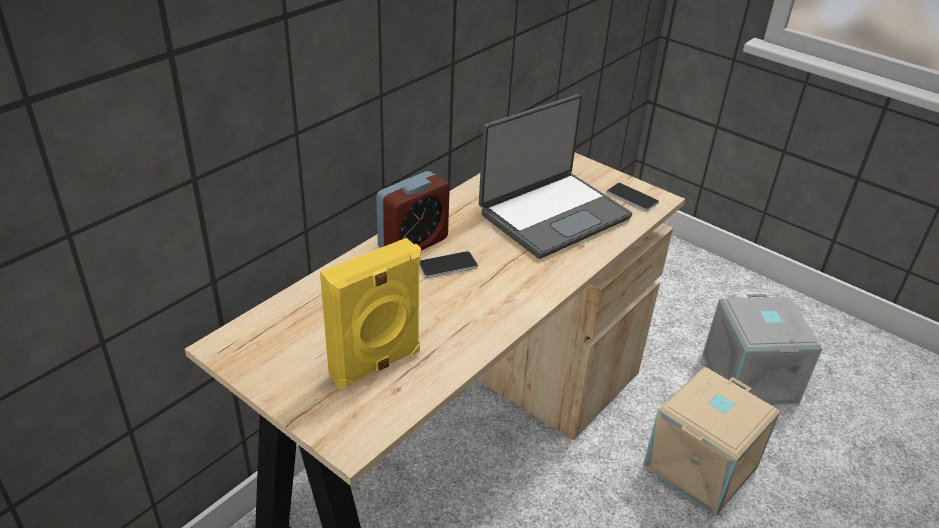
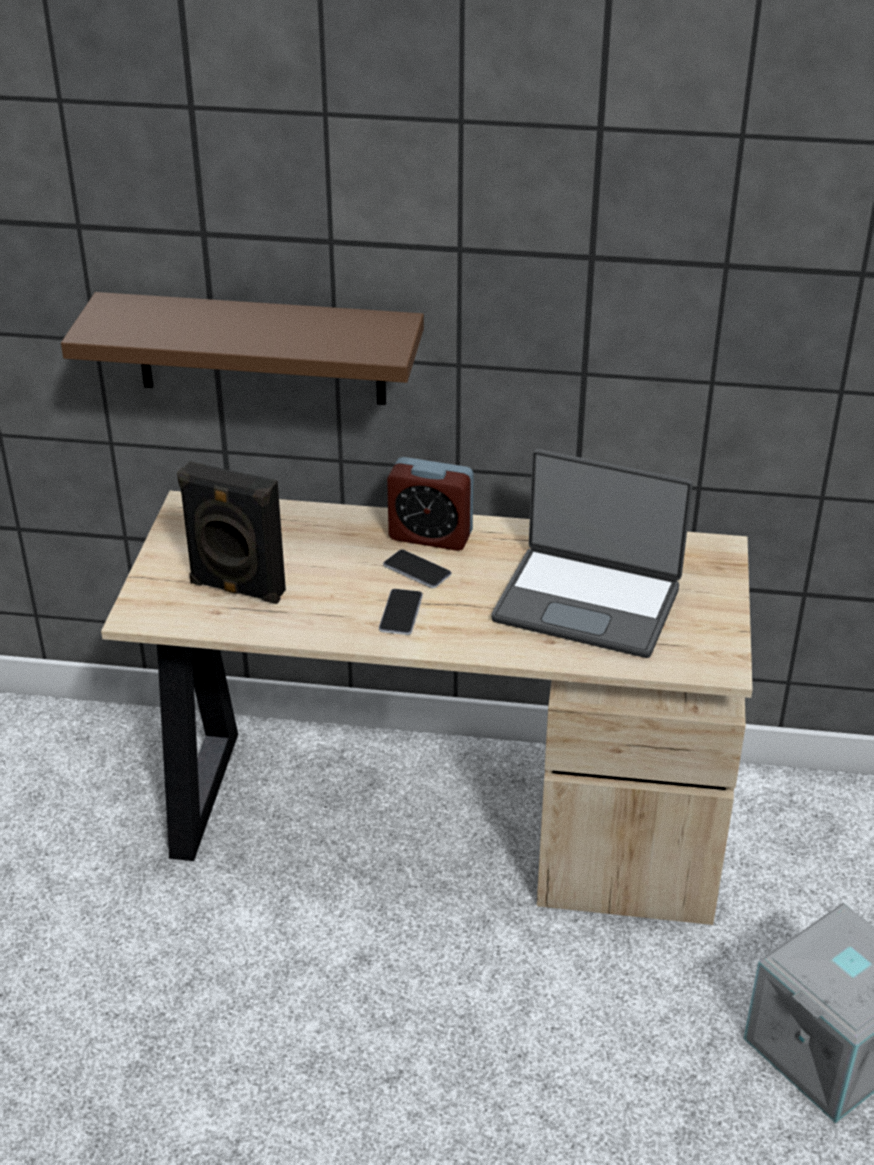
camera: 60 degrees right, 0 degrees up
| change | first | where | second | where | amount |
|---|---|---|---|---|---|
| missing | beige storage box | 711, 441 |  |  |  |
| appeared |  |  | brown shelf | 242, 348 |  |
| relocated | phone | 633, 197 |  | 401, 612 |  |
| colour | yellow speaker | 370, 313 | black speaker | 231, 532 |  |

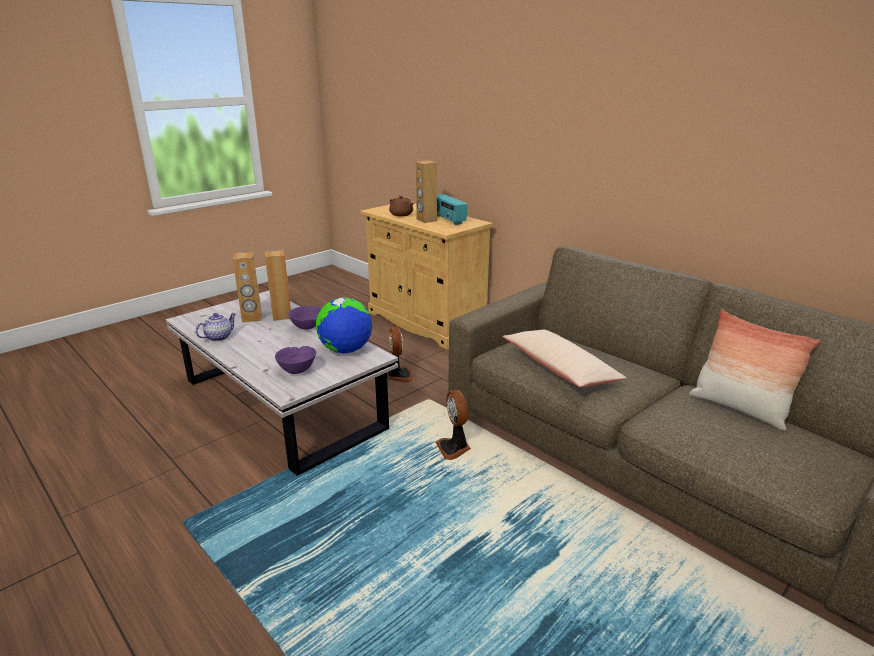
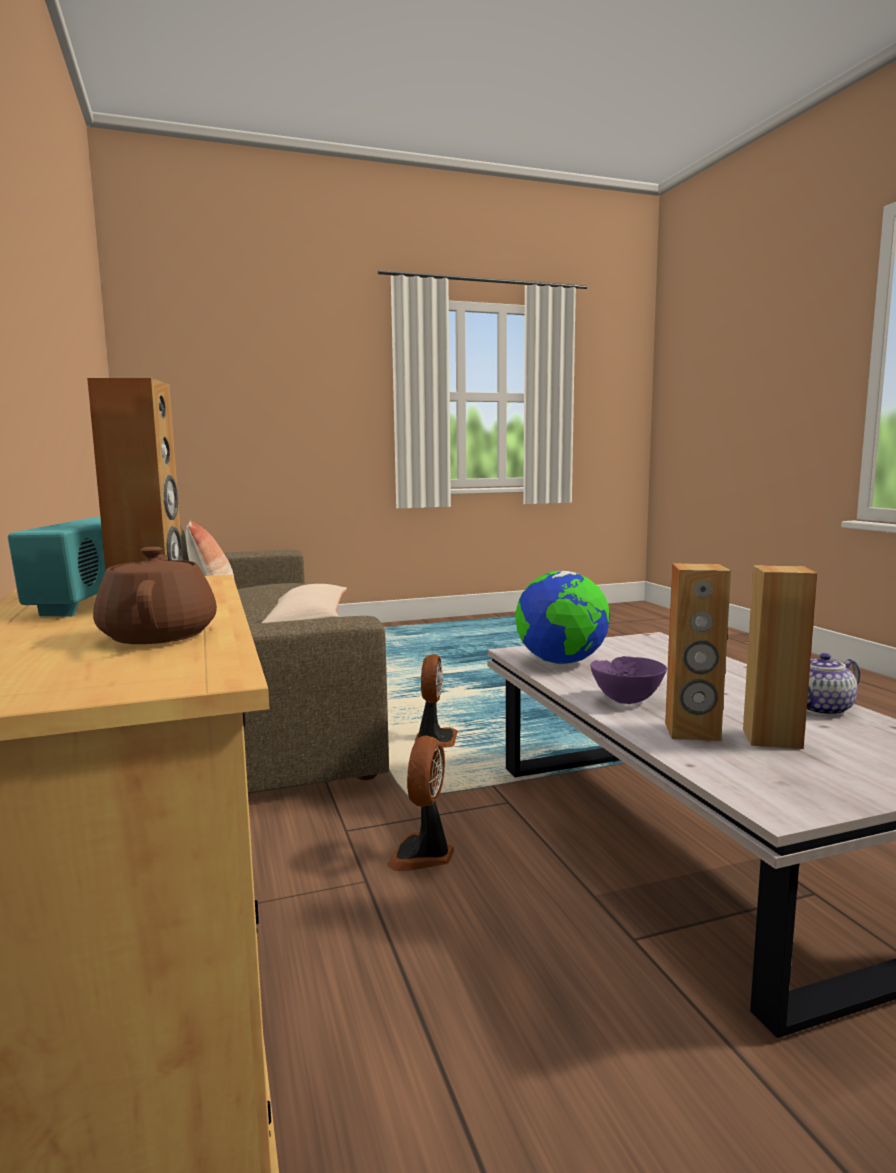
camera: 155 degrees left, 15 degrees down
| change | first | where | second | where | amount |
|---|---|---|---|---|---|
| missing | purple bowl | 295, 360 |  |  |  |

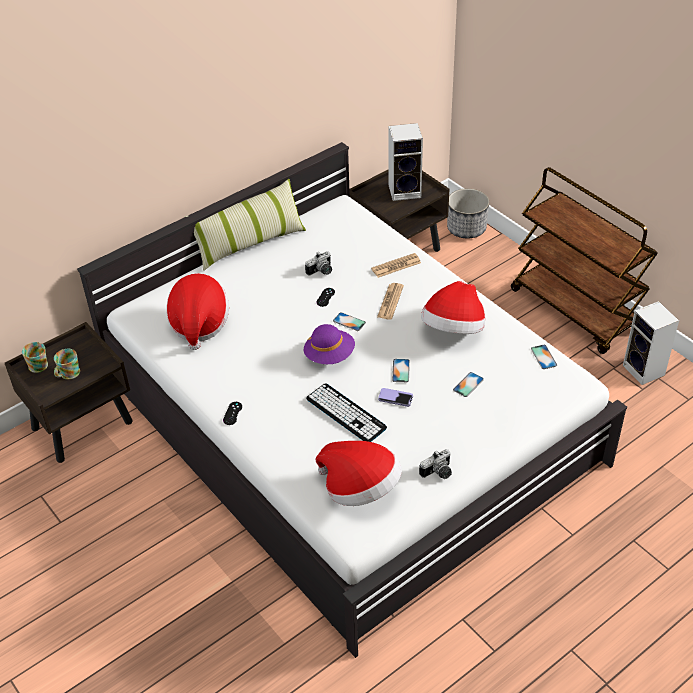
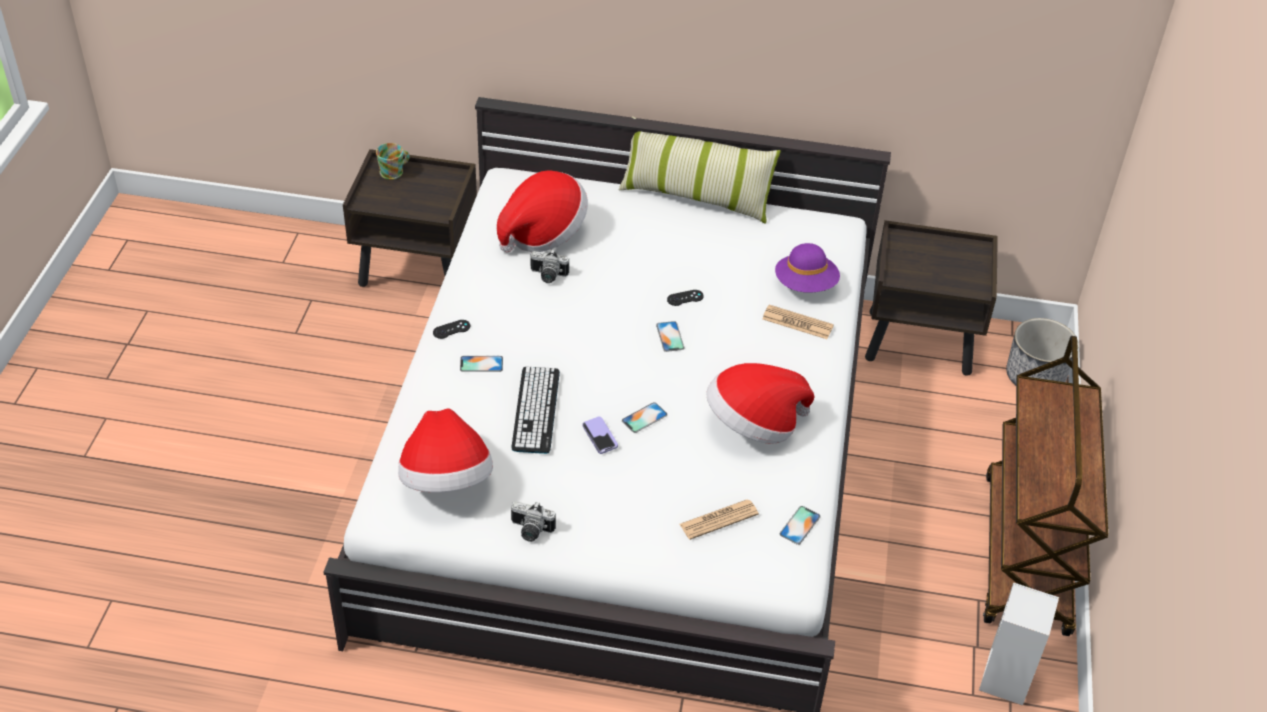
camera: 45 degrees right, 0 degrees up
| change | first | where | second | where | amount |
|---|---|---|---|---|---|
| missing | mug | 67, 364 |  |  |  |
| missing | speaker | 406, 162 |  |  |  |
| relocated | purple hat | 329, 344 |  | 807, 268 |  |
| relocated | photo camera | 318, 263 |  | 549, 266 |  |
| relocated | newspaper | 390, 301 |  | 719, 519 |  |
| relocated | phone | 468, 384 |  | 481, 364 |  |

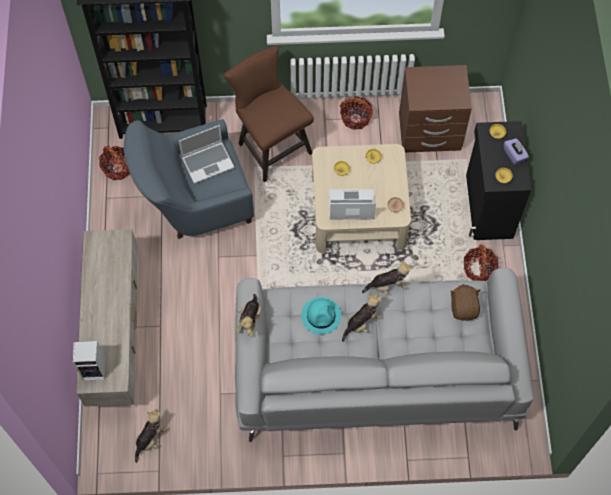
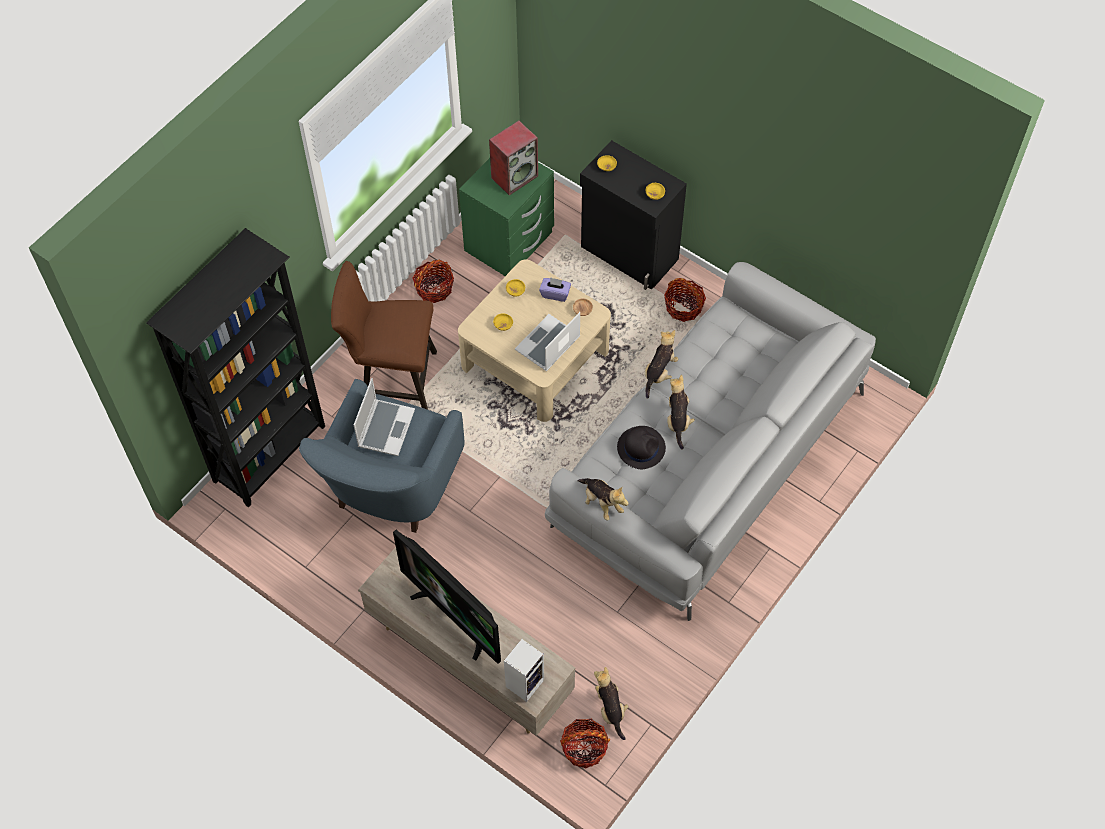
camera: 50 degrees left, 5 degrees down
| change | first | where | second | where | amount |
|---|---|---|---|---|---|
| missing | brown plush toy | 465, 302 |  |  |  |
| appeared |  |  | television | 447, 597 |  |
| appeared |  |  | speaker | 513, 158 |  |
| relocated | basket | 114, 162 |  | 585, 743 |  |
| relocated | purple tissue box | 516, 151 |  | 555, 289 |  |
| colour | turquoise hat | 321, 315 | black hat | 641, 447 |  |
| colour | brown nightstand | 435, 109 | green nightstand | 506, 217 |  |

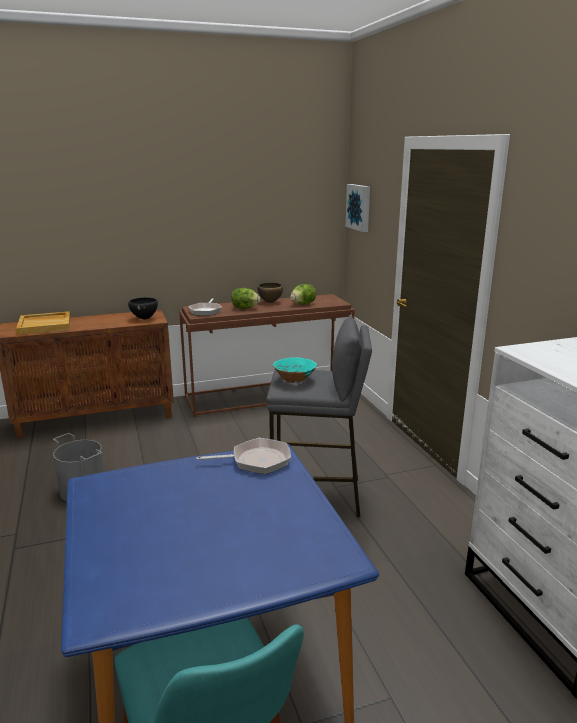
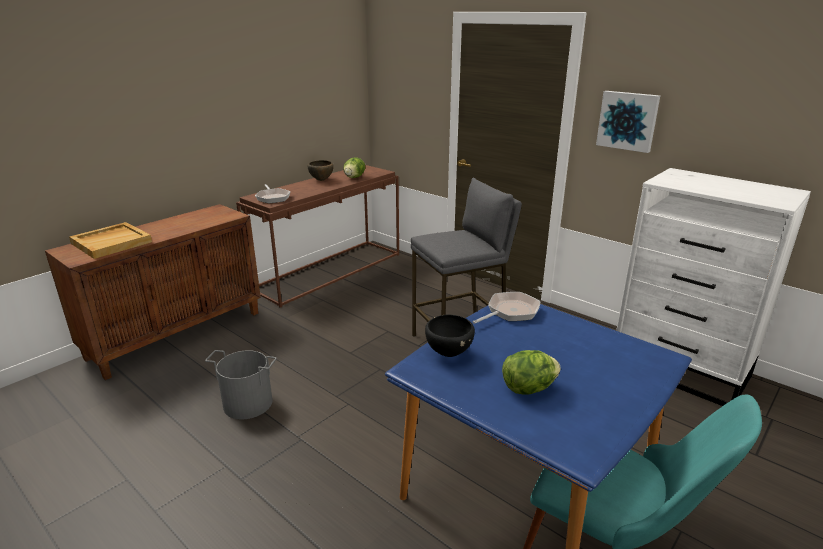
camera: 30 degrees left, 5 degrees up
| change | first | where | second | where | amount |
|---|---|---|---|---|---|
| missing | turquoise bowl | 295, 370 |  |  |  |
| relocated | black bowl | 143, 308 |  | 450, 335 |  |
| relocated | lettuce | 246, 298 |  | 531, 372 |  |
| relocated | picture | 358, 208 |  | 628, 122 |  |

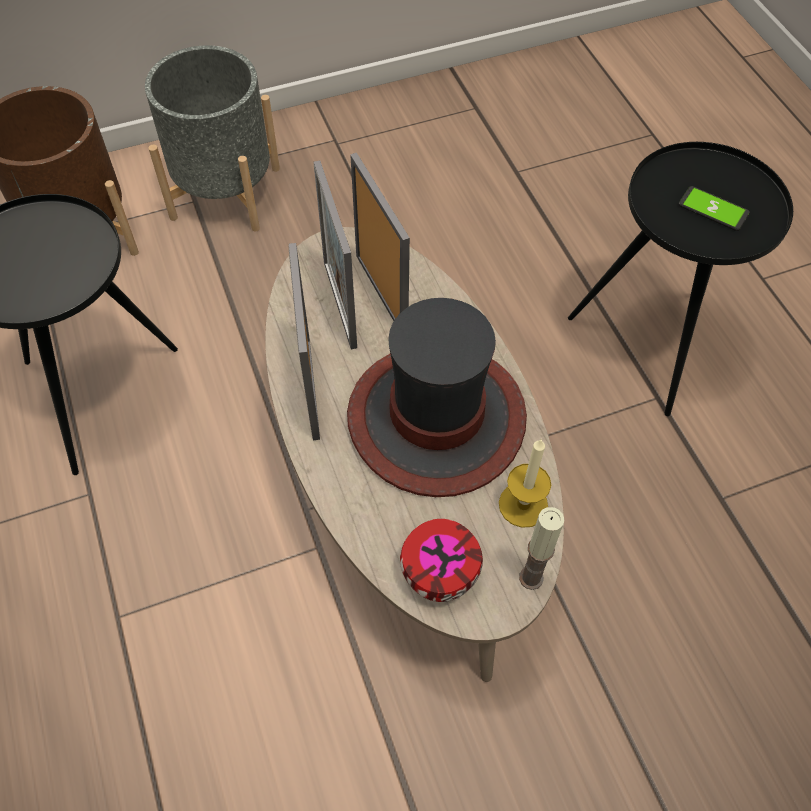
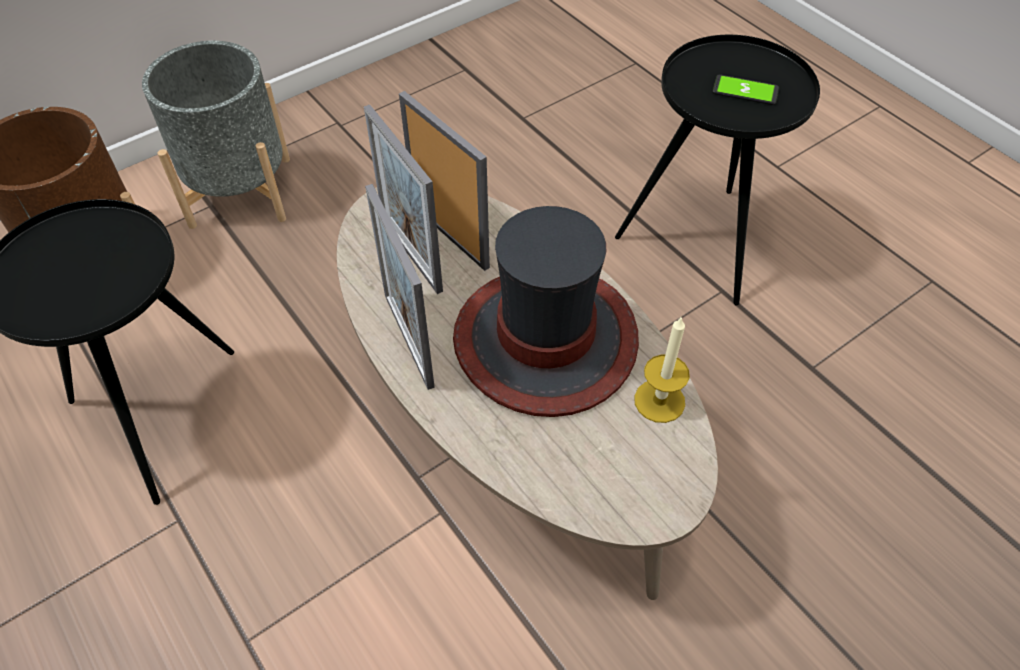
camera: 15 degrees left, 5 degrees down
| change | first | where | second | where | amount |
|---|---|---|---|---|---|
| missing | bowl | 441, 560 |  |  |  |
| missing | candle | 541, 548 |  |  |  |

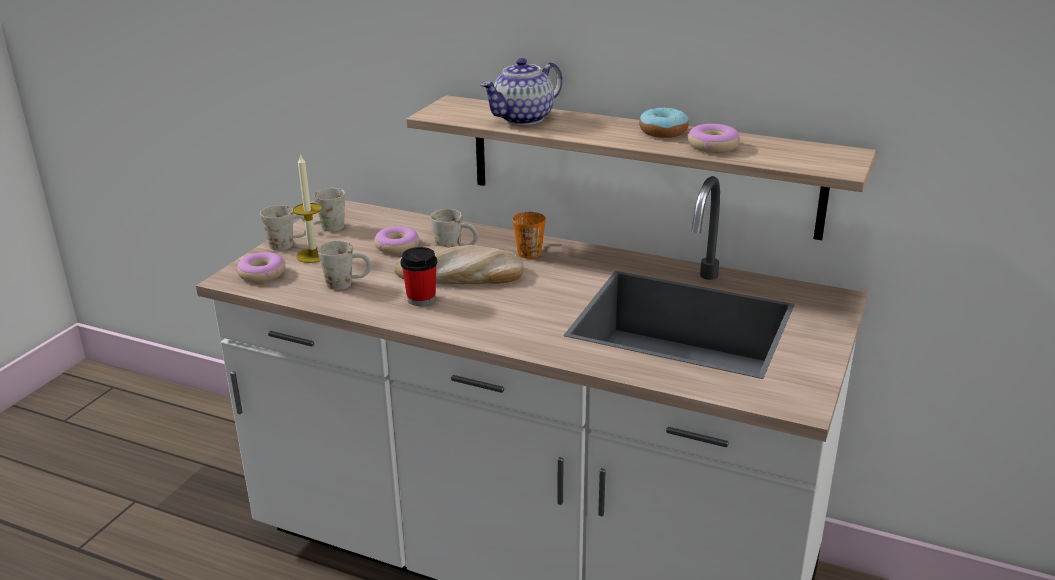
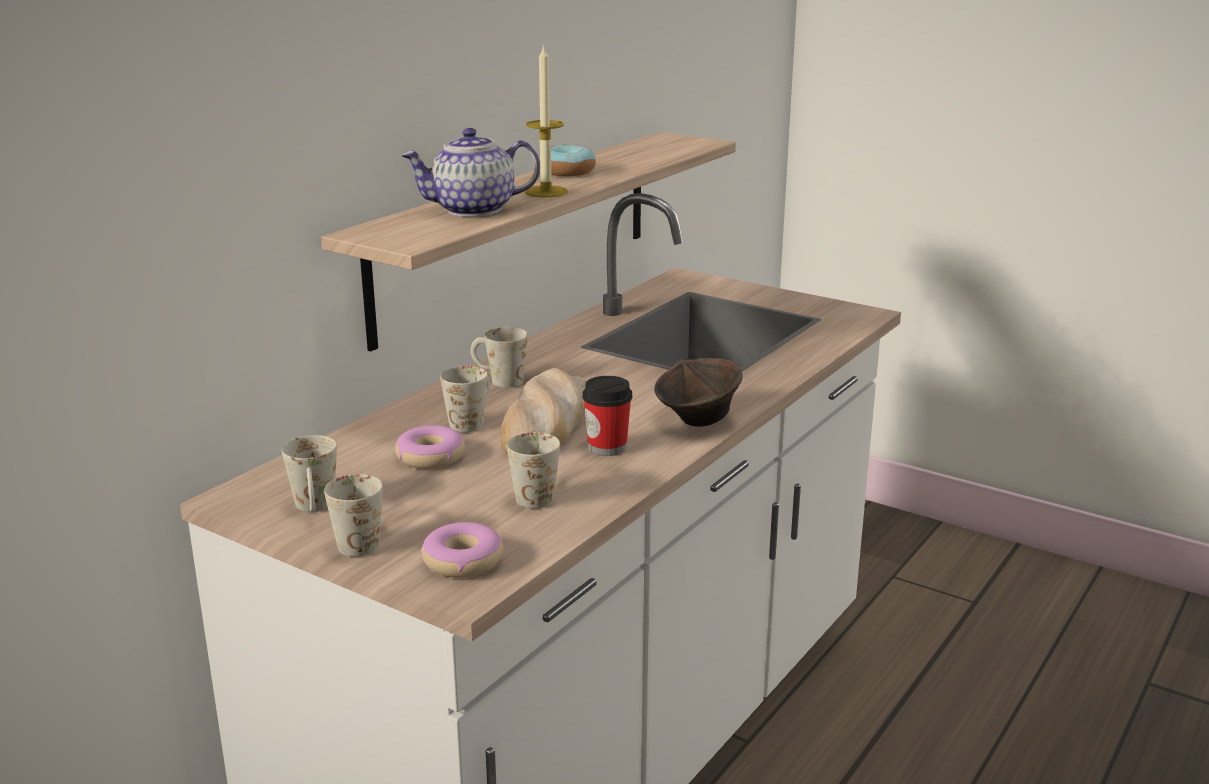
camera: 80 degrees left, 5 degrees down
| change | first | where | second | where | amount |
|---|---|---|---|---|---|
| missing | donut | 713, 138 |  |  |  |
| appeared |  |  | brown bowl | 698, 392 |  |
| relocated | candle | 307, 208 |  | 546, 120 |  |
| colour | orange mug | 529, 235 | white mug | 499, 357 |  |
| spun | teapot | 521, 91 |  | 470, 172 | 105 degrees clockwise |

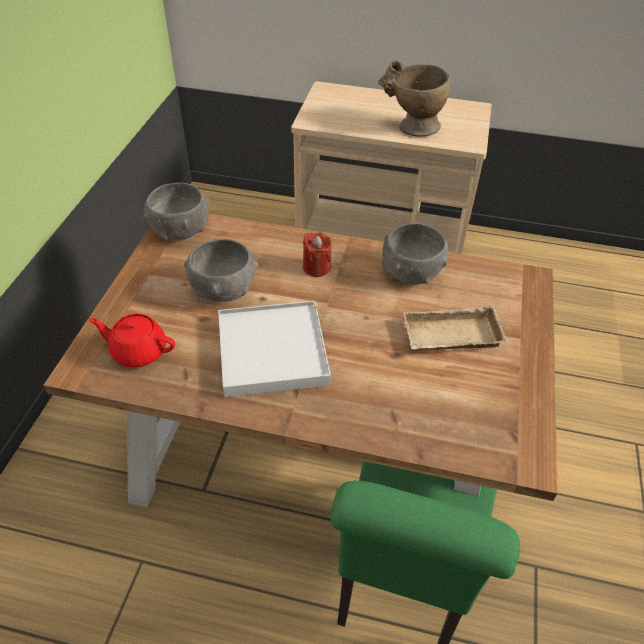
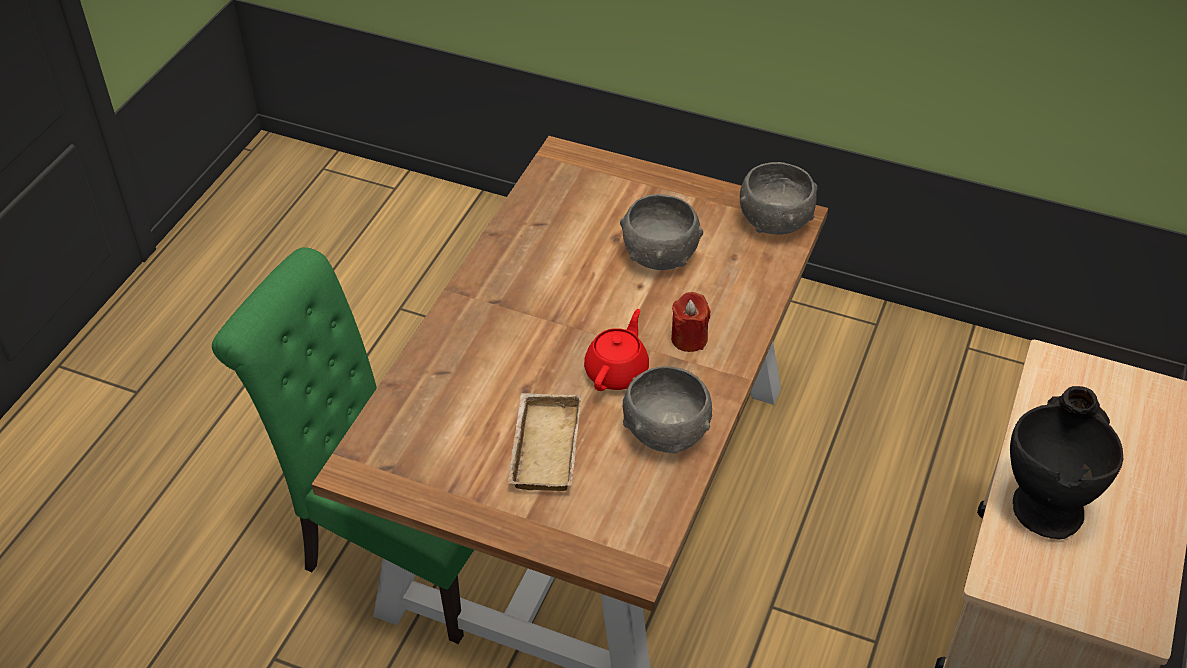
camera: 100 degrees right, 0 degrees up
| change | first | where | second | where | amount |
|---|---|---|---|---|---|
| missing | white tray | 274, 349 |  |  |  |
| relocated | red teapot | 132, 340 |  | 616, 350 |  |
| colour | beige vase | 414, 99 | black vase | 1066, 463 |  |

